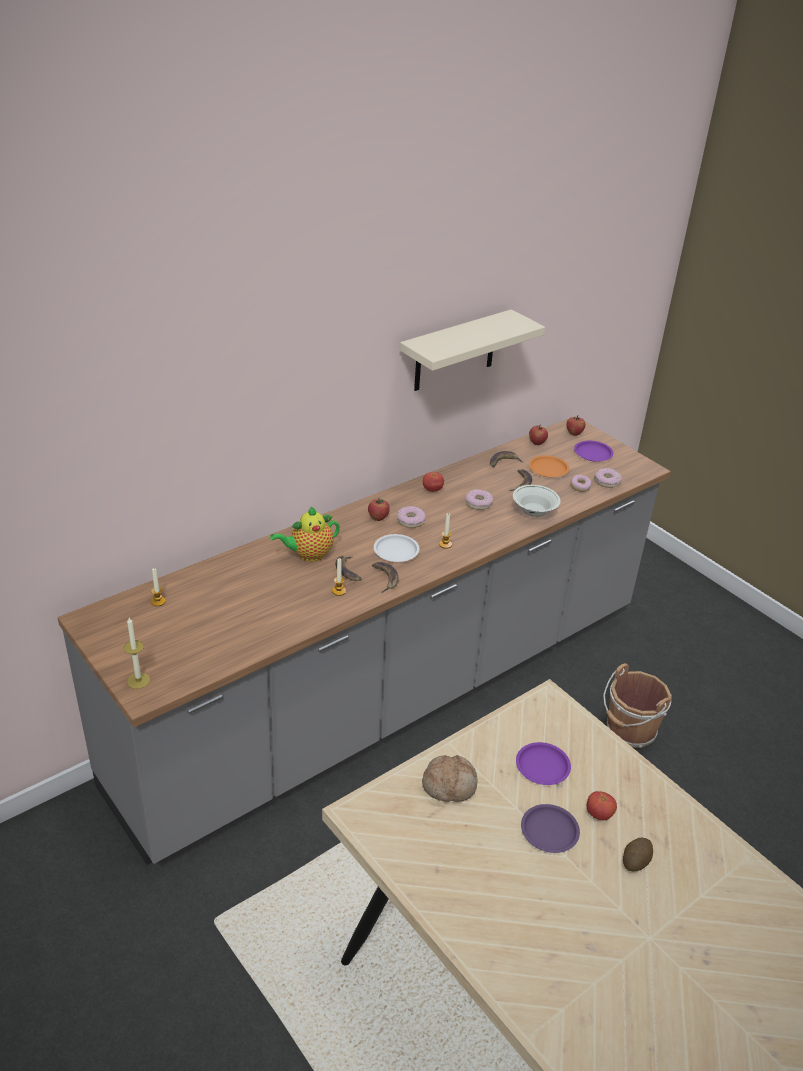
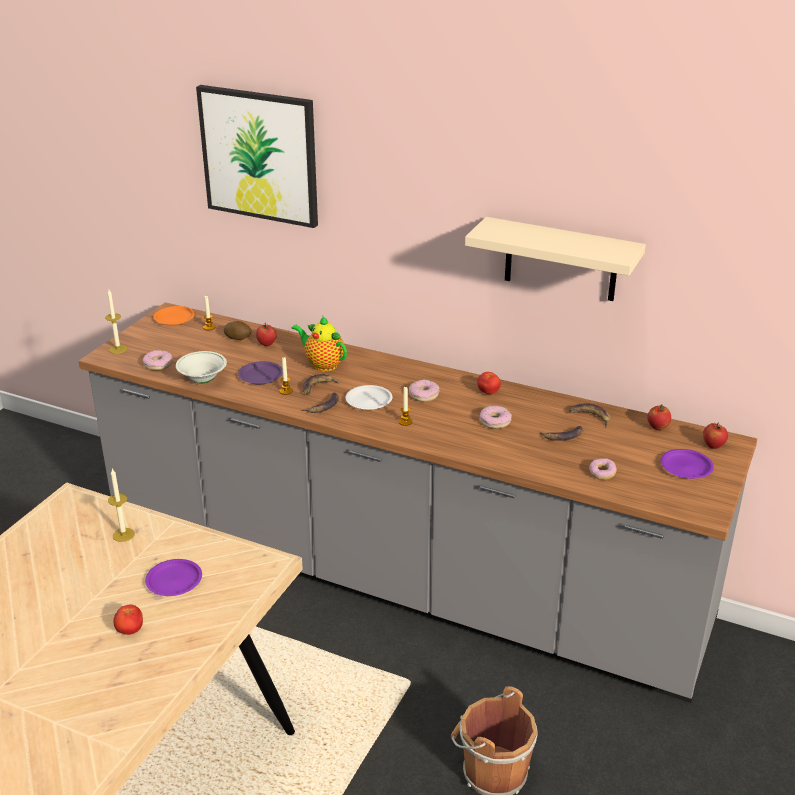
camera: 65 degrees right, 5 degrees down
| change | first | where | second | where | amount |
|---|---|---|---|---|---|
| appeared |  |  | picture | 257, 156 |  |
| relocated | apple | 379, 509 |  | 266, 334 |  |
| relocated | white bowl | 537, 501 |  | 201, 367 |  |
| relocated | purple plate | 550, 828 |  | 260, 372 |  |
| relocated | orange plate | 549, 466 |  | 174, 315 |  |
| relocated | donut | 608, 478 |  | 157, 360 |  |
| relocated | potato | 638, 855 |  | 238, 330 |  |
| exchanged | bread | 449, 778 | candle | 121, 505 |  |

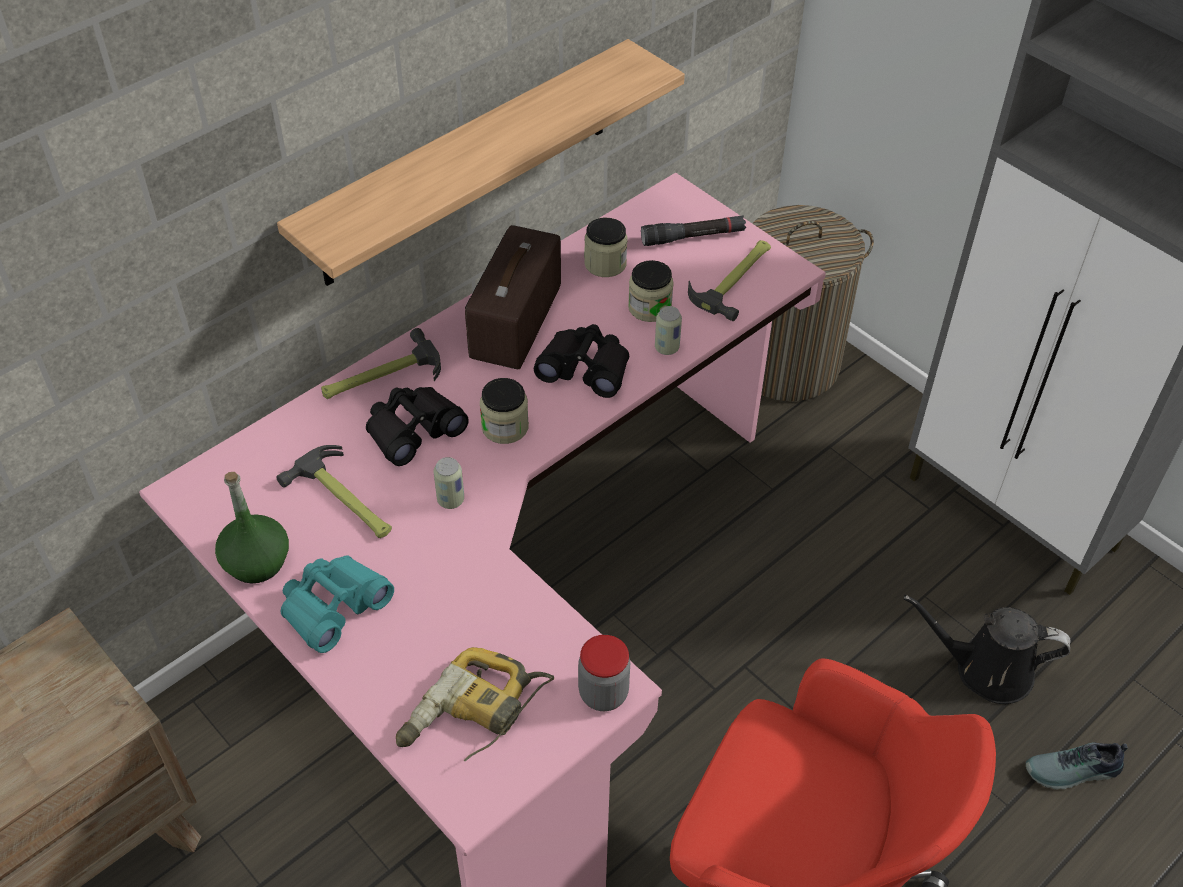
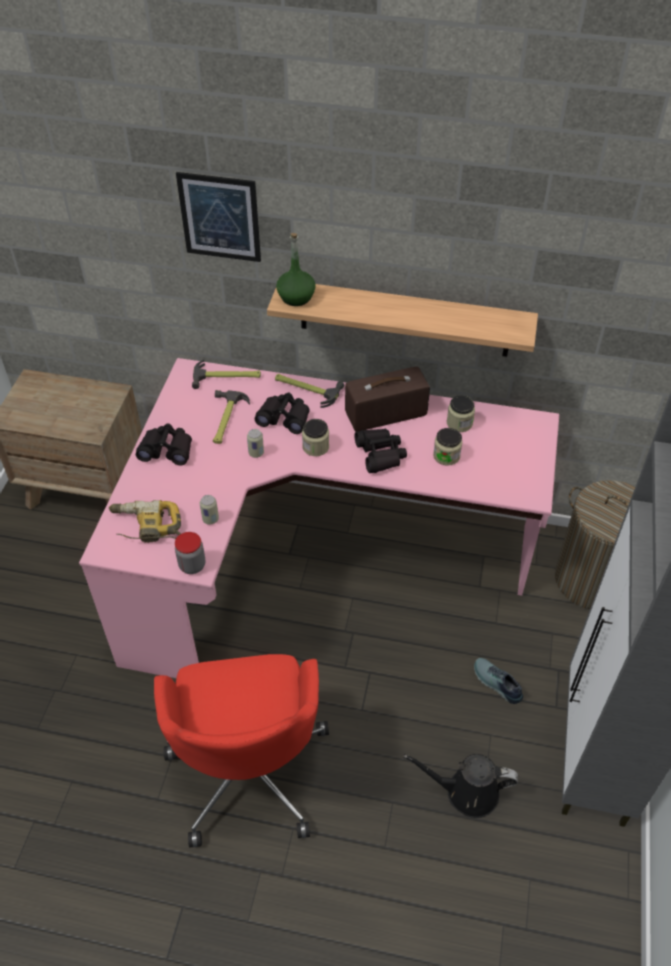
camera: 55 degrees right, 0 degrees up
| change | first | where | second | where | amount |
|---|---|---|---|---|---|
| missing | black flashlight | 693, 230 |  |  |  |
| appeared |  |  | picture | 218, 217 |  |
| relocated | green bottle | 252, 527 |  | 296, 269 |  |
| relocated | can | 668, 330 |  | 209, 510 |  |
| relocated | hammer | 729, 280 |  | 226, 374 |  |
| relocated | shoe | 1077, 766 |  | 498, 681 |  |
| colour | turquoise binoculars | 337, 604 | black binoculars | 164, 444 |  |
| spun | black watering can | 987, 649 |  | 460, 786 | 60 degrees counterclockwise |

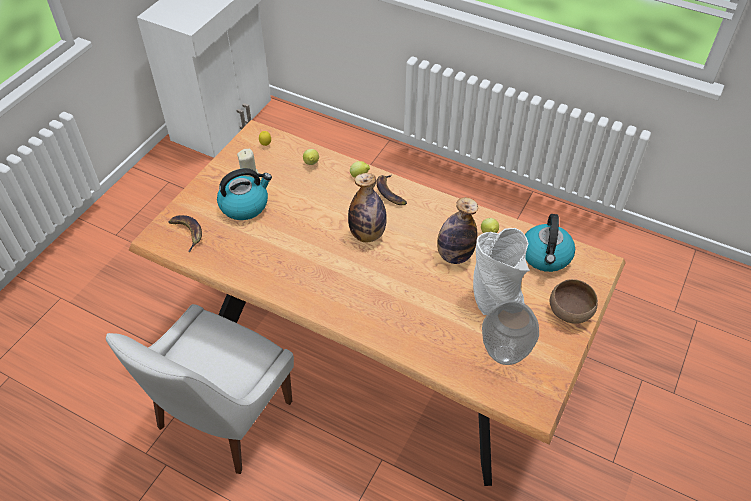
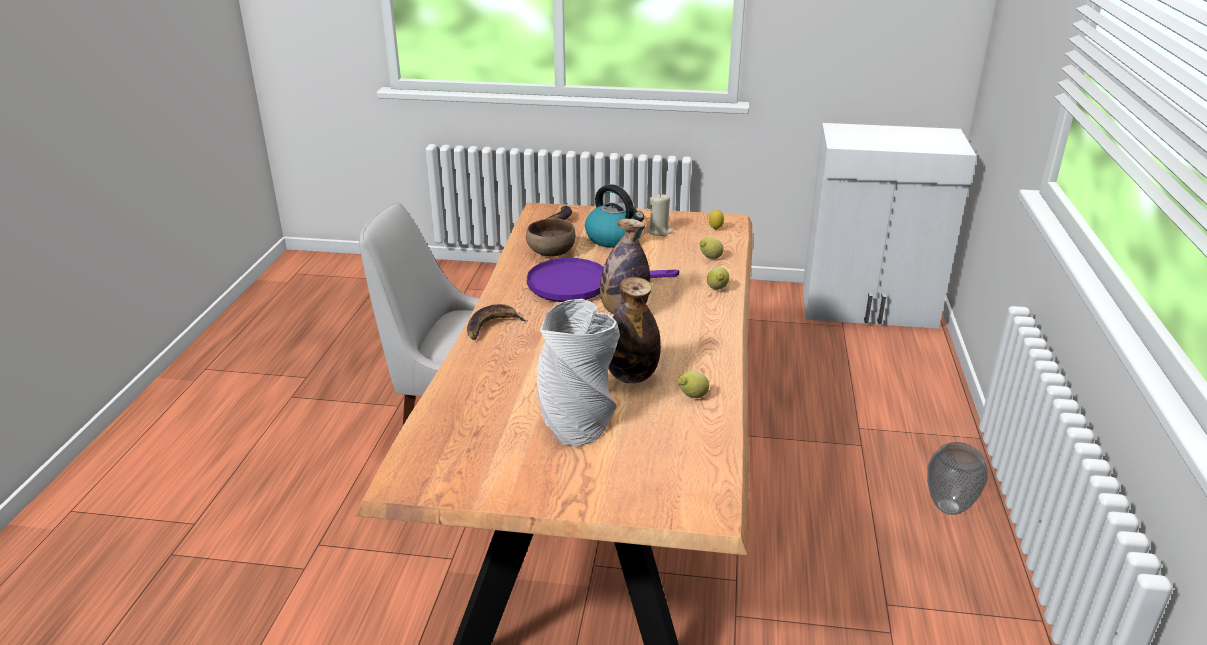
camera: 70 degrees right, 20 degrees down
| change | first | where | second | where | amount |
|---|---|---|---|---|---|
| missing | kettle | 550, 243 |  |  |  |
| appeared |  |  | purple frying pan | 603, 280 |  |
| relocated | banana | 391, 189 |  | 497, 322 |  |
| relocated | vase | 510, 332 |  | 957, 478 |  |
| relocated | brown bowl | 574, 301 |  | 550, 237 |  |

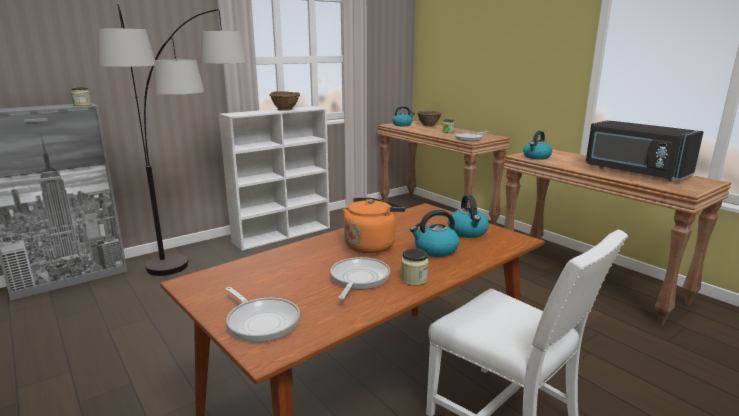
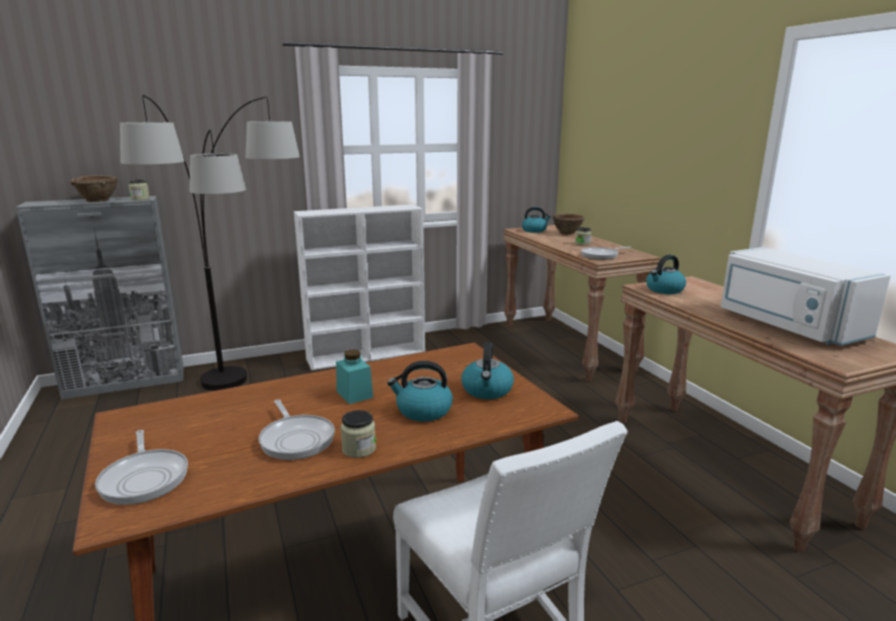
camera: 15 degrees right, 0 degrees up
| change | first | where | second | where | amount |
|---|---|---|---|---|---|
| relocated | brown bowl | 285, 101 |  | 94, 188 |  |
| exchanged | orange kettle | 374, 225 | turquoise jar | 354, 376 |  |
| colour | black microwave | 645, 150 | white microwave | 806, 296 |  |
| spun | frying pan | 360, 278 |  | 296, 429 | 120 degrees clockwise |

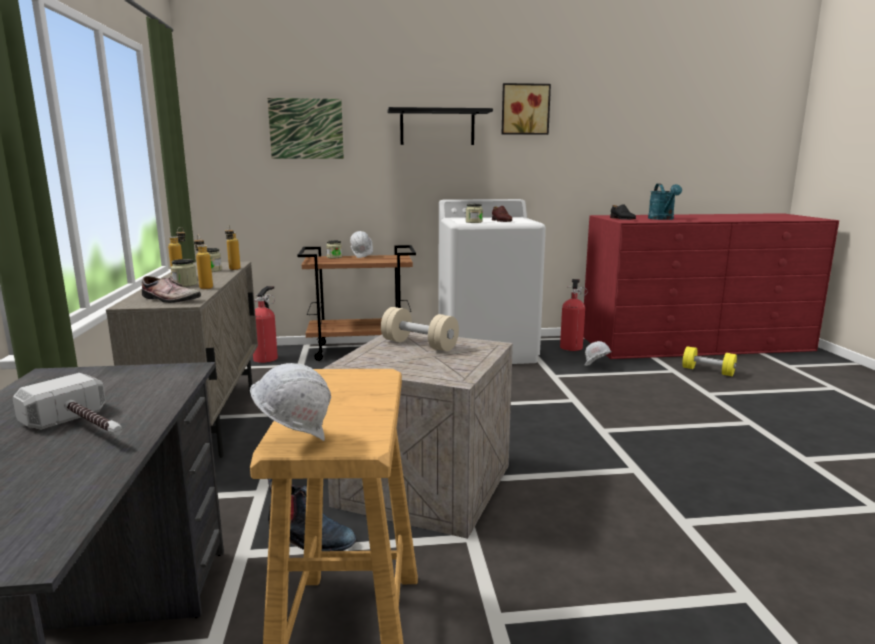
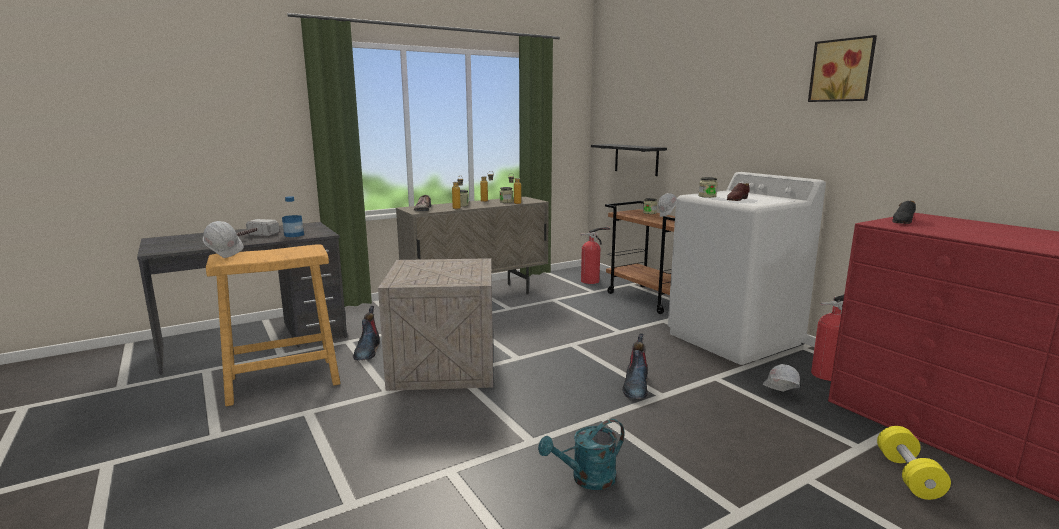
camera: 65 degrees right, 0 degrees up
| change | first | where | second | where | amount |
|---|---|---|---|---|---|
| missing | picture | 306, 128 |  |  |  |
| missing | beige dumbbell | 420, 329 |  |  |  |
| appeared |  |  | bottle | 293, 216 |  |
| appeared |  |  | boot | 635, 366 |  |
| relocated | black shelf | 440, 126 |  | 629, 160 |  |
| relocated | turquoise watering can | 665, 202 |  | 581, 454 |  |

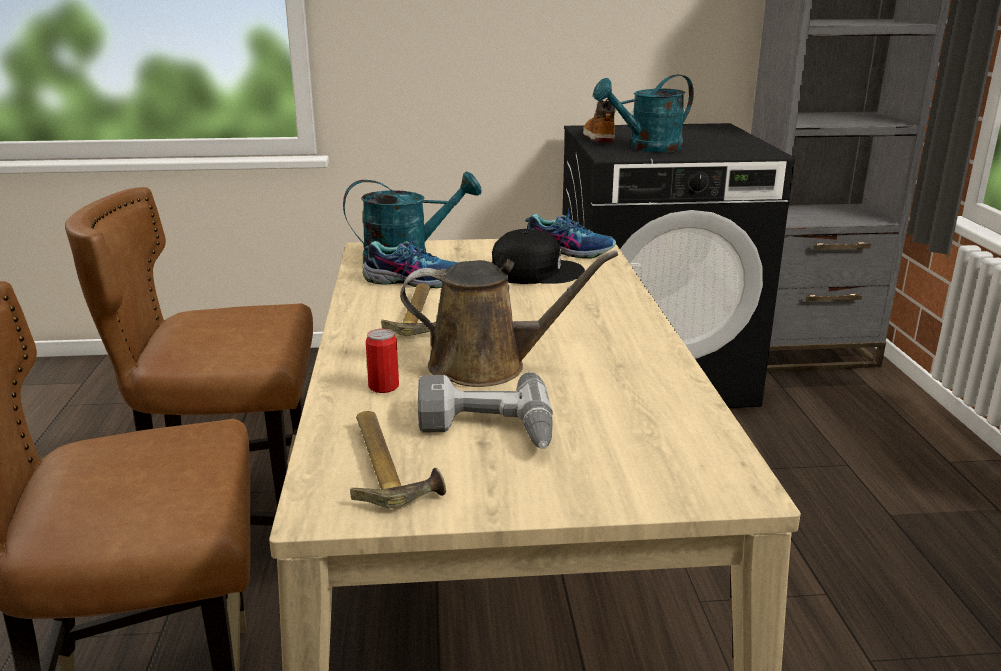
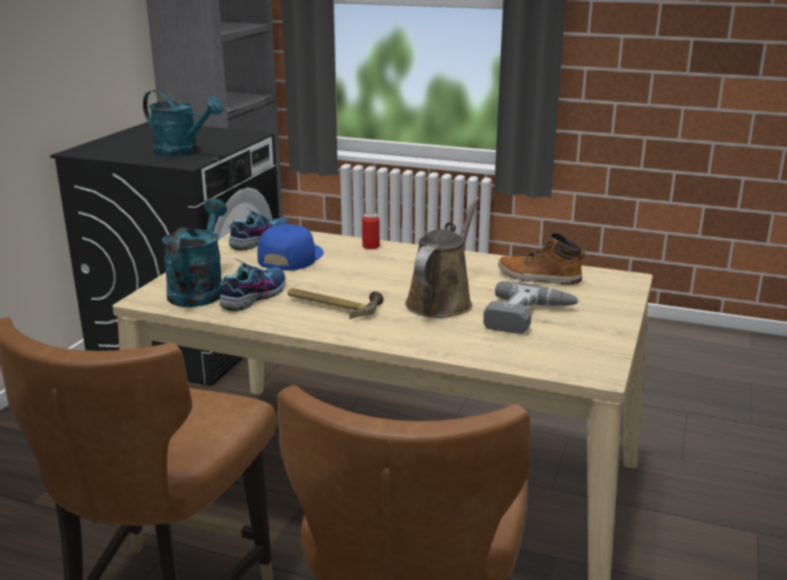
camera: 65 degrees left, 0 degrees up
| change | first | where | second | where | amount |
|---|---|---|---|---|---|
| missing | hammer | 398, 459 |  |  |  |
| relocated | can | 382, 360 |  | 371, 231 |  |
| relocated | boot | 599, 121 |  | 541, 259 |  |
| colour | black cap | 538, 256 | blue cap | 290, 247 |  |
| spun | turquoise watering can | 643, 113 |  | 183, 123 | 60 degrees counterclockwise |

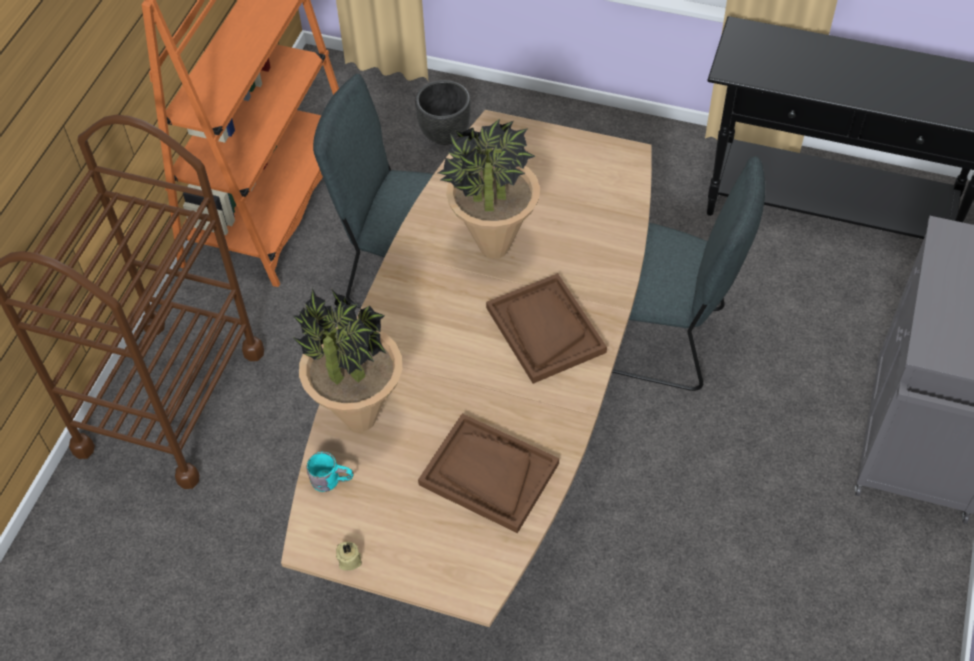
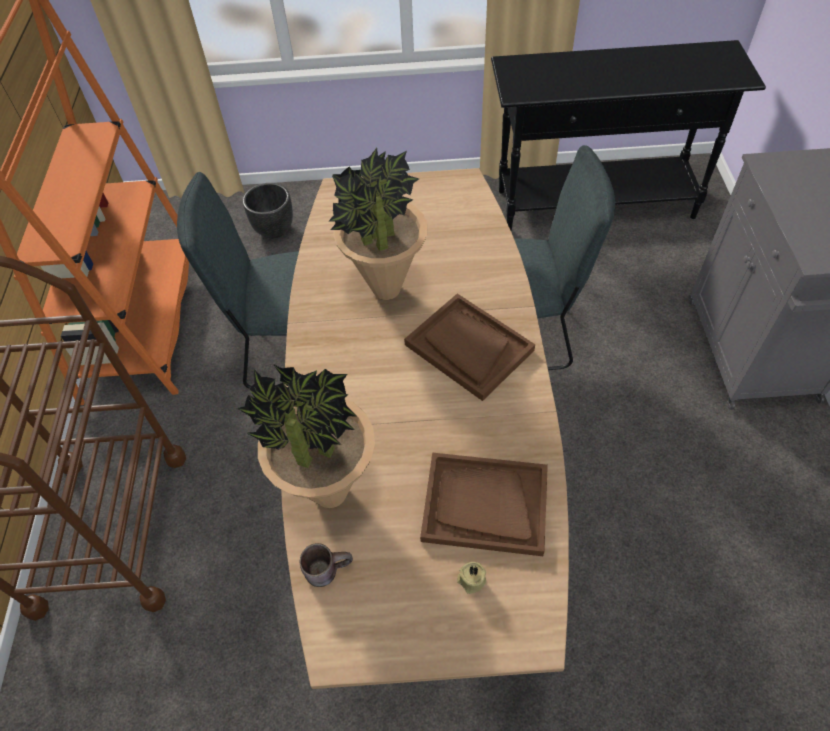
camera: 20 degrees left, 0 degrees up
| change | first | where | second | where | amount |
|---|---|---|---|---|---|
| relocated | beige candle | 349, 556 |  | 471, 578 |  |
| colour | turquoise mug | 330, 472 | brown mug | 326, 565 |  |

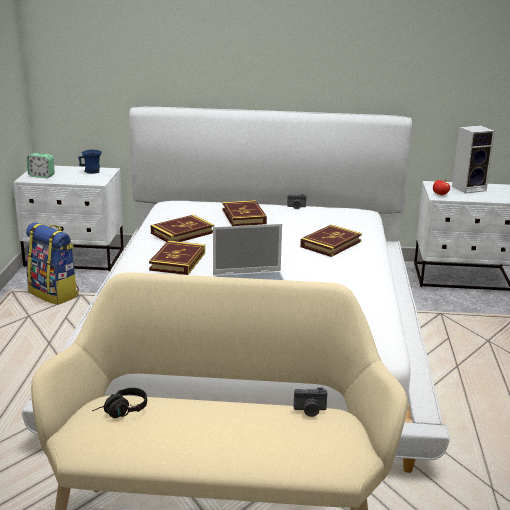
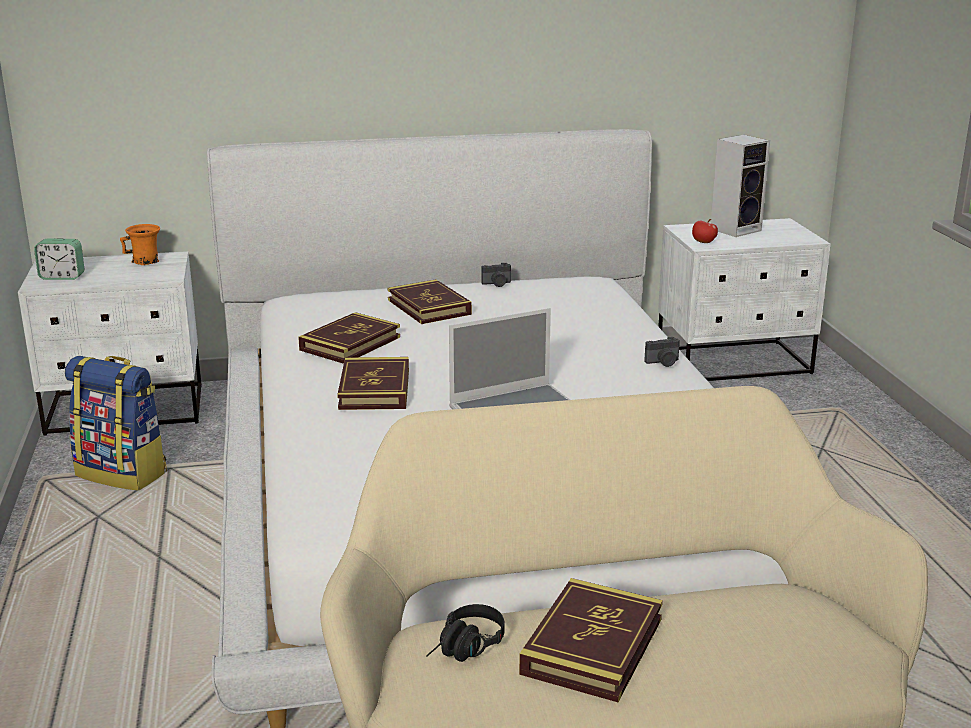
camera: 15 degrees left, 0 degrees up
| change | first | where | second | where | amount |
|---|---|---|---|---|---|
| relocated | photo camera | 310, 402 |  | 662, 352 |  |
| relocated | book | 331, 241 |  | 591, 640 |  |
| colour | blue mug | 90, 162 | orange mug | 140, 244 |  |

